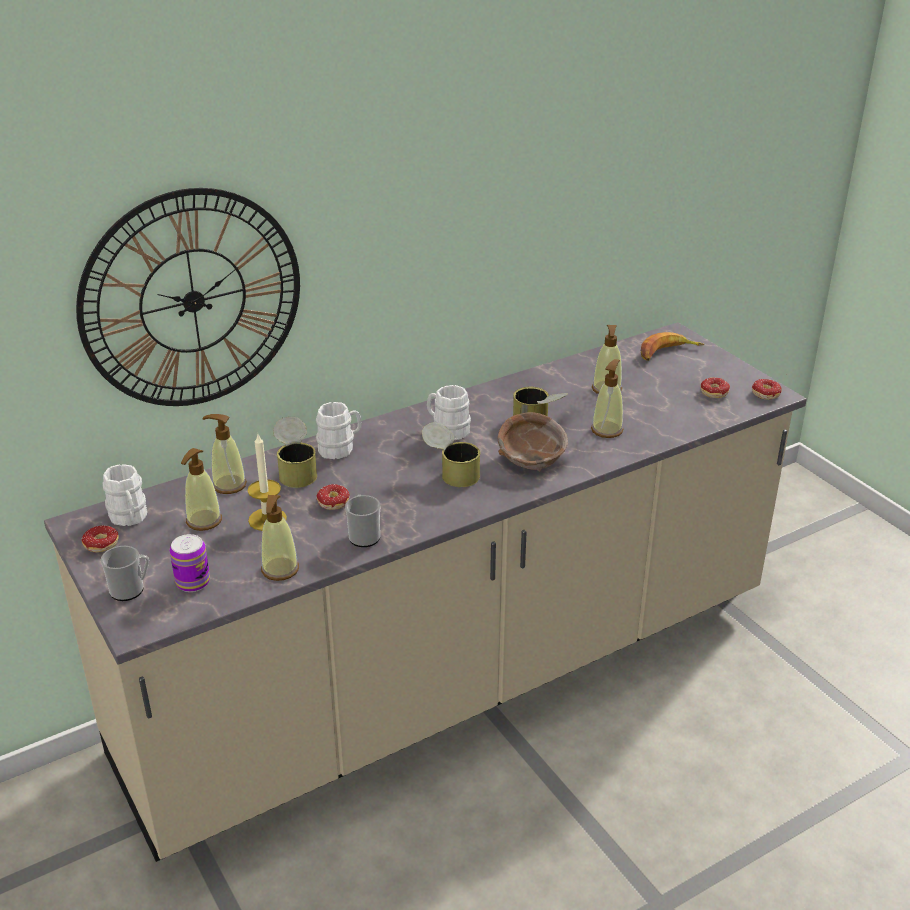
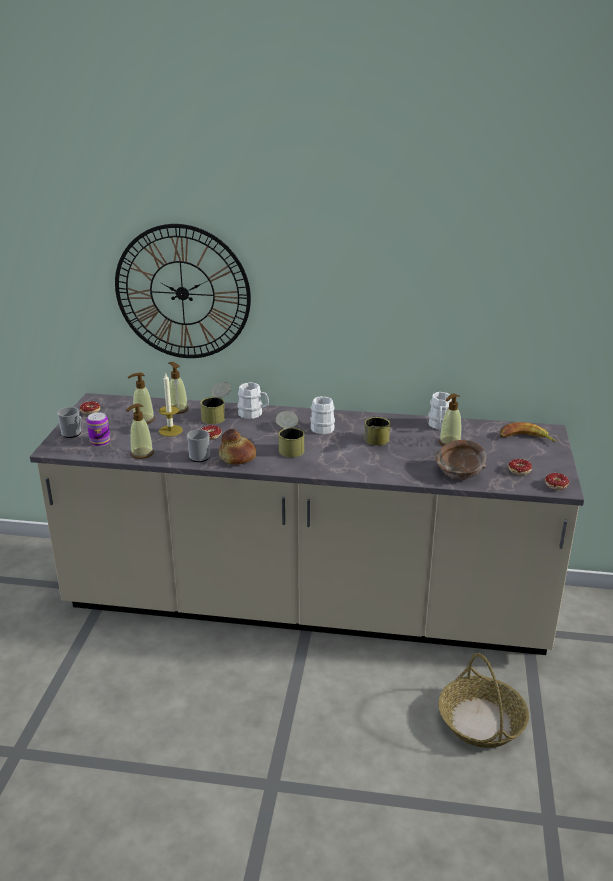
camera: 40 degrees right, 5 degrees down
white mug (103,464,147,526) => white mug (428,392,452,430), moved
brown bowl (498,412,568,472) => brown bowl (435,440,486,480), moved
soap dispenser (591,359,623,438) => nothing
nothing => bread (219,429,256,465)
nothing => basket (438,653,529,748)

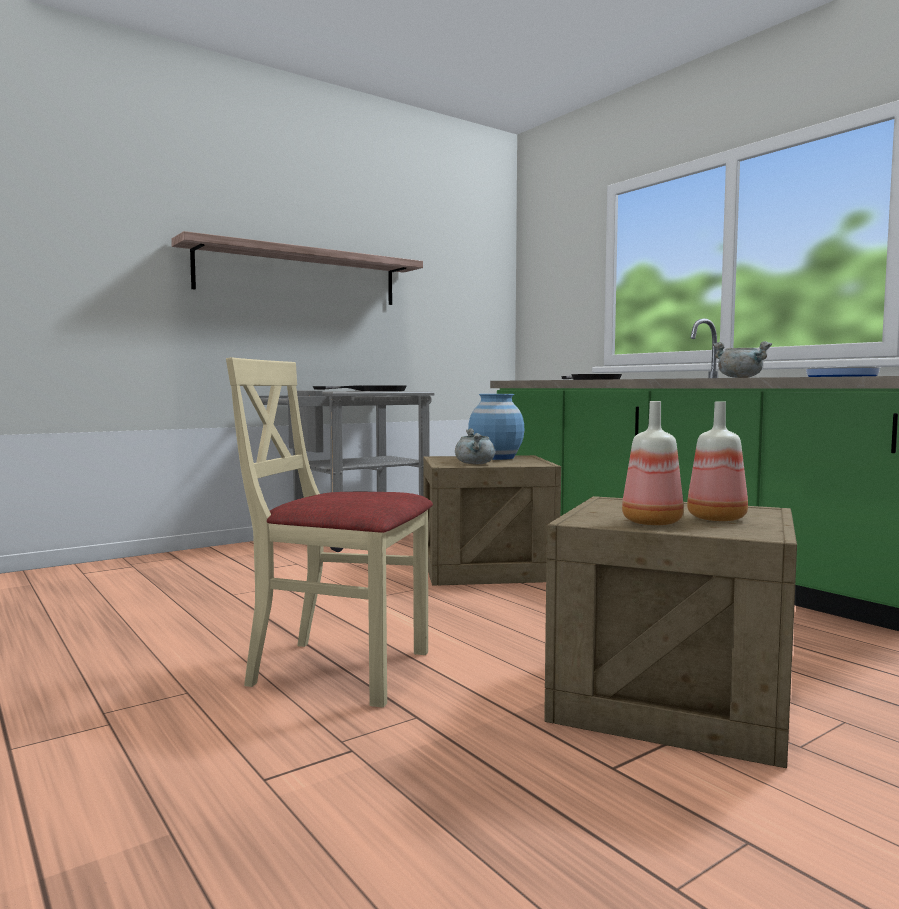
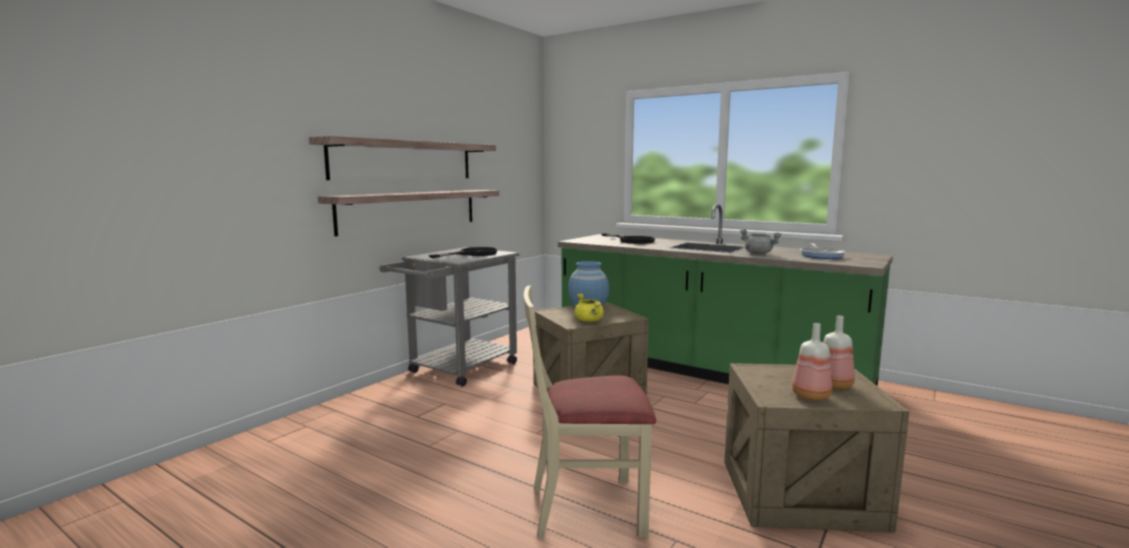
camera: 20 degrees left, 5 degrees up
grey cooking pot (455,428,495,464) => yellow cooking pot (575,293,604,322)
nothing => shelf (318,190,499,236)

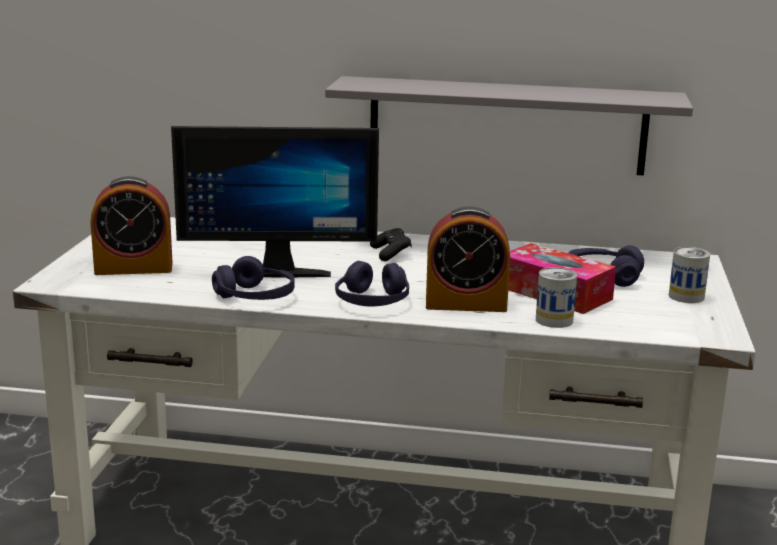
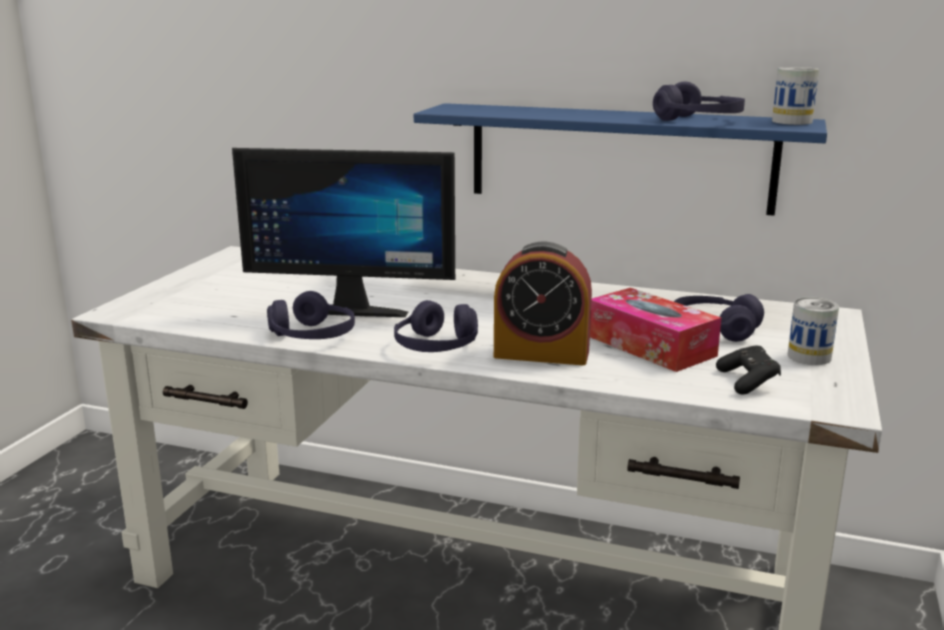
camera: 10 degrees right, 0 degrees up
alarm clock (90,176,173,275) => nothing
grey shelf (325,76,693,175) => blue shelf (414,103,827,216)
black game controller (370,228,412,261) => black game controller (716,346,781,395), moved
can (536,267,577,328) => can (772,67,819,125), moved
nothing => purple headphones (653,82,745,121)

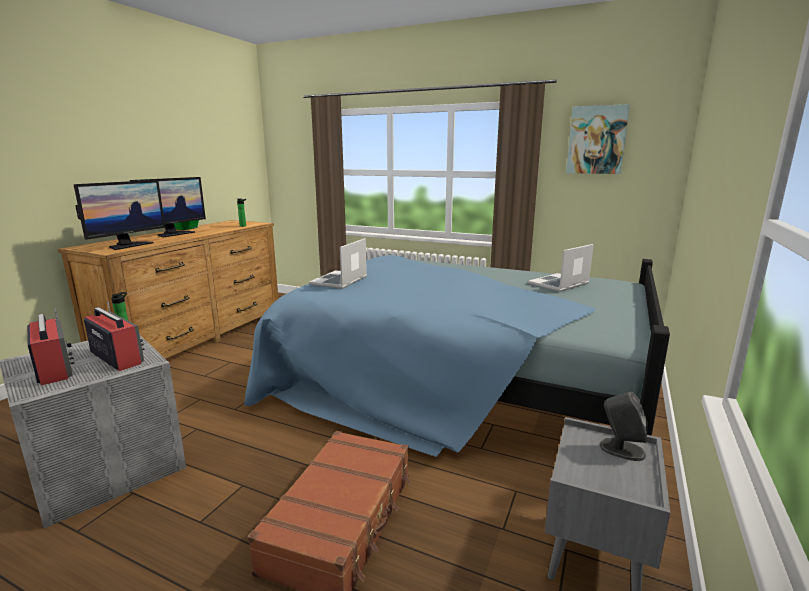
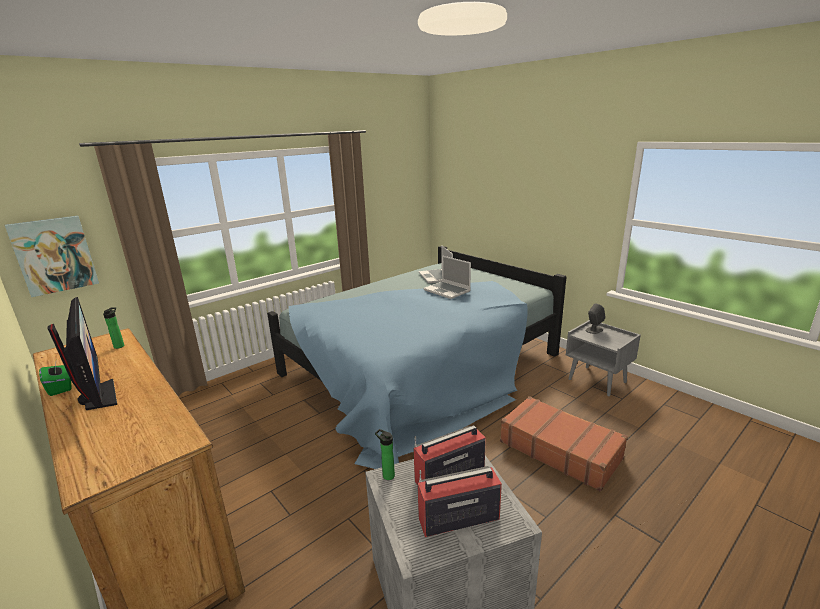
camera: 65 degrees left, 5 degrees up
monitor (74,180,165,250) => nothing
laptop (309,238,367,289) => laptop (423,255,471,299), moved
picture (566,104,630,174) => picture (5,216,99,297), moved

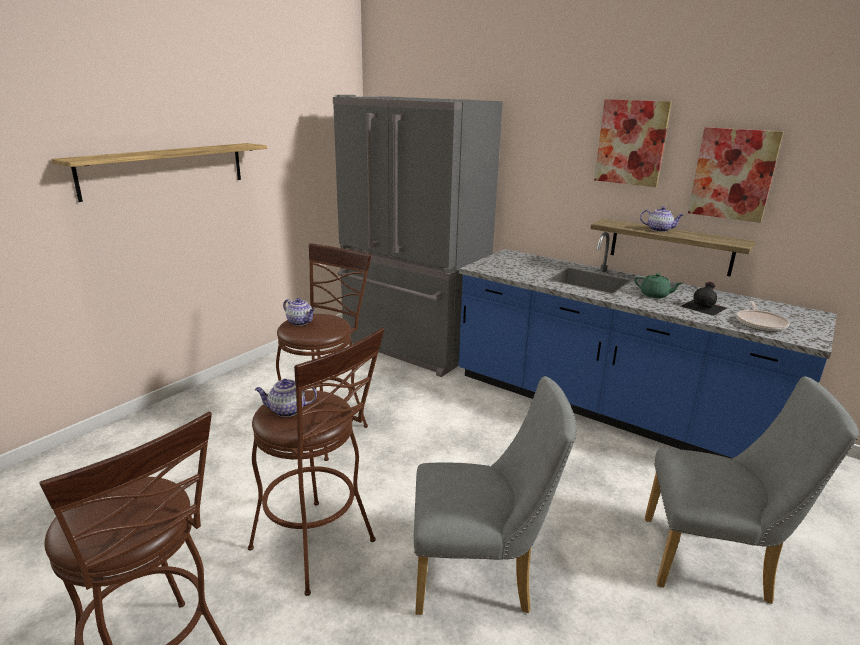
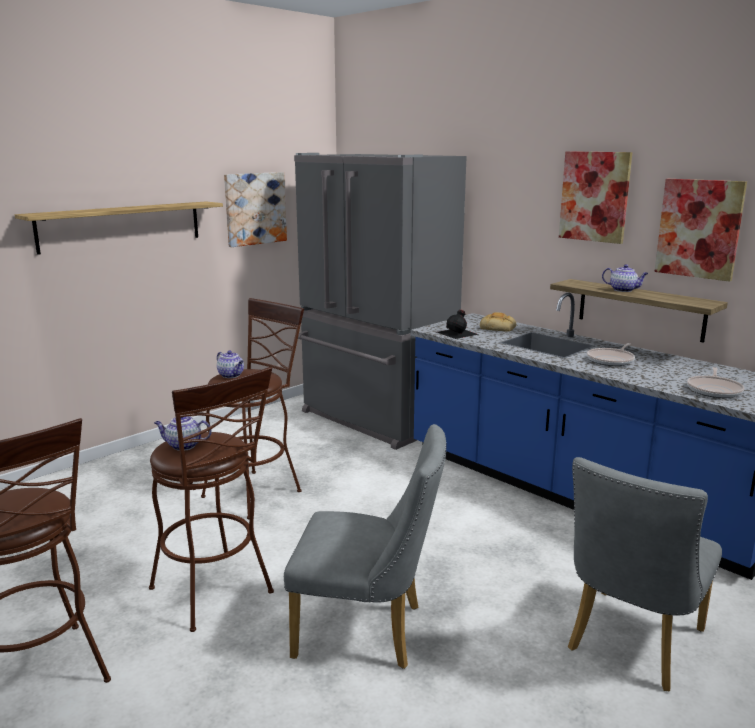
camera: 10 degrees right, 5 degrees down
green teapot (634,273,683,298) => frying pan (587,343,635,366)
grey chair (645,376,859,604) => grey chair (568,457,722,691), 105 degrees clockwise
black bottle (681,282,727,316) => black bottle (437,310,479,339), moved
nothing => picture (224,172,287,247)
nothing => bread (480,312,516,332)

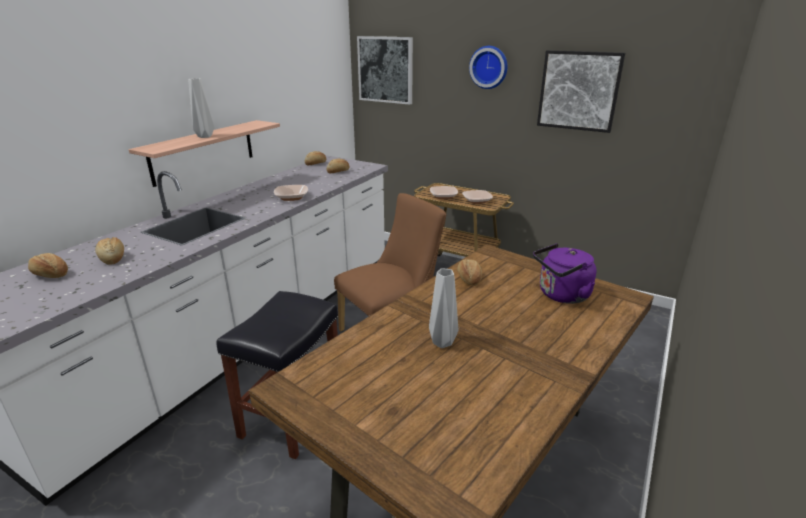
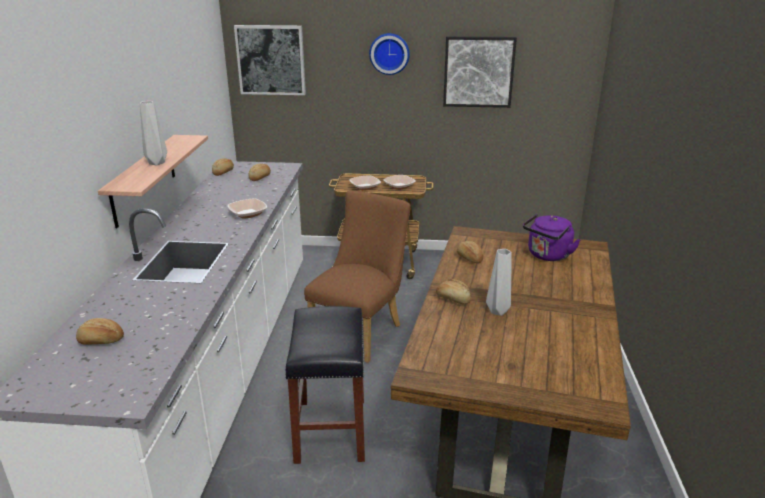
camera: 25 degrees left, 0 degrees up
bread (95,237,124,265) => bread (436,279,471,305), moved

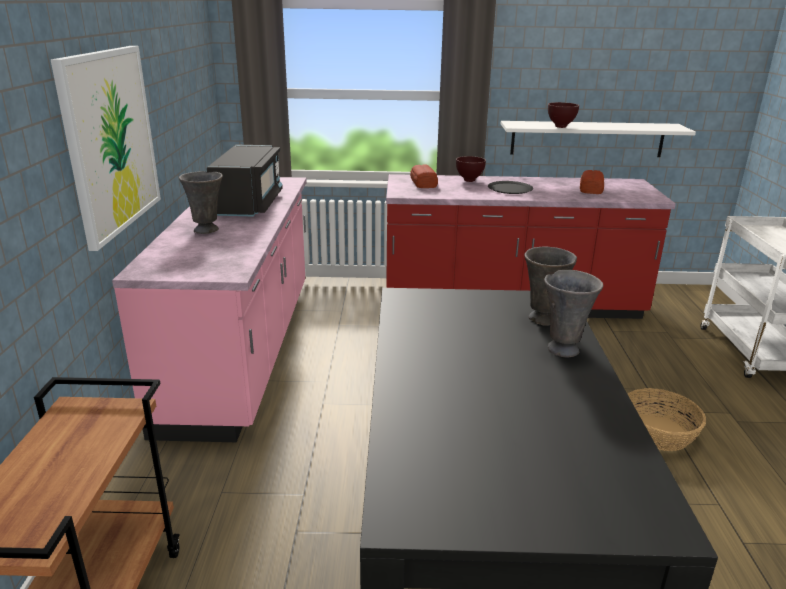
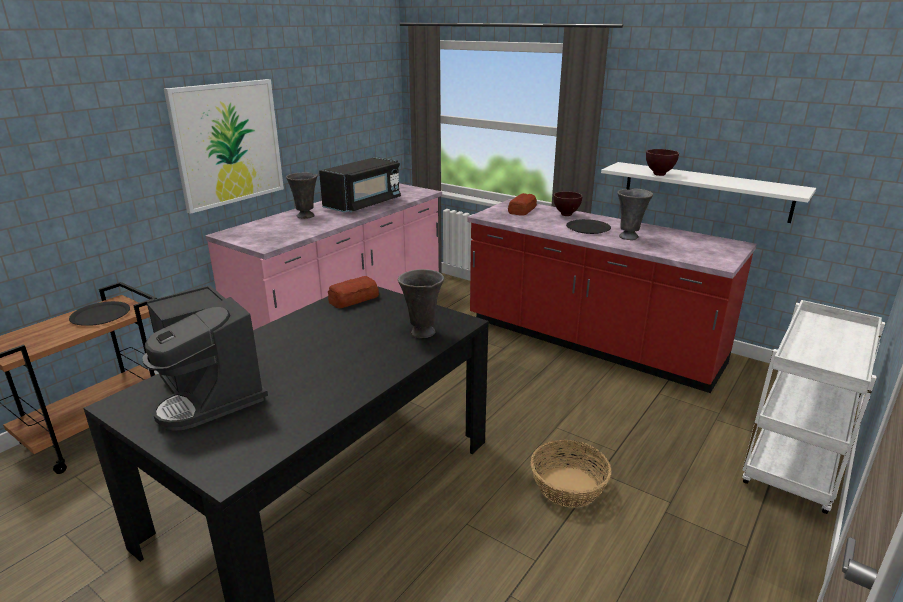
camera: 35 degrees right, 0 degrees up
grey vase (544,270,603,358) => grey vase (617,189,653,240), moved
bread (580,170,604,194) => bread (328,276,379,308), moved
nothing => black plate (69,301,130,326)
nothing => coffee machine (142,285,268,431)

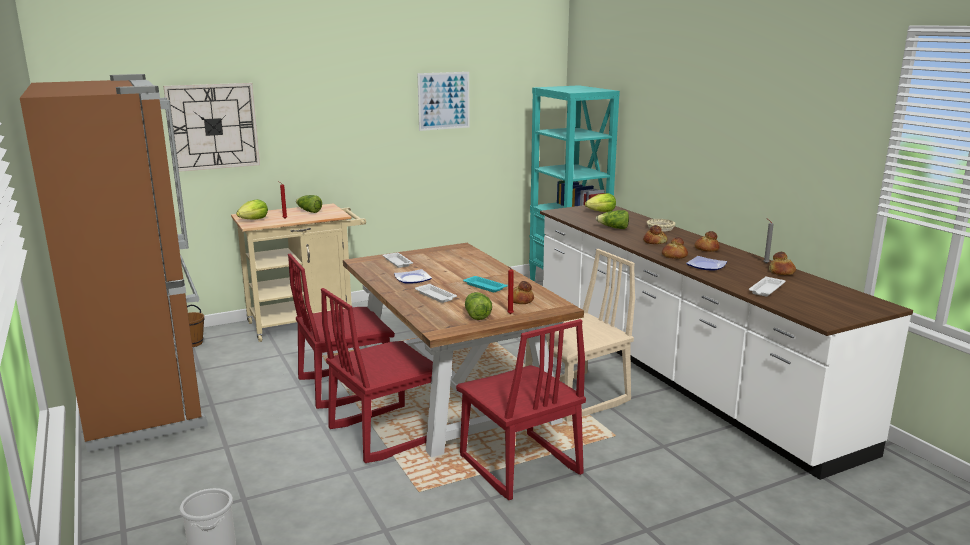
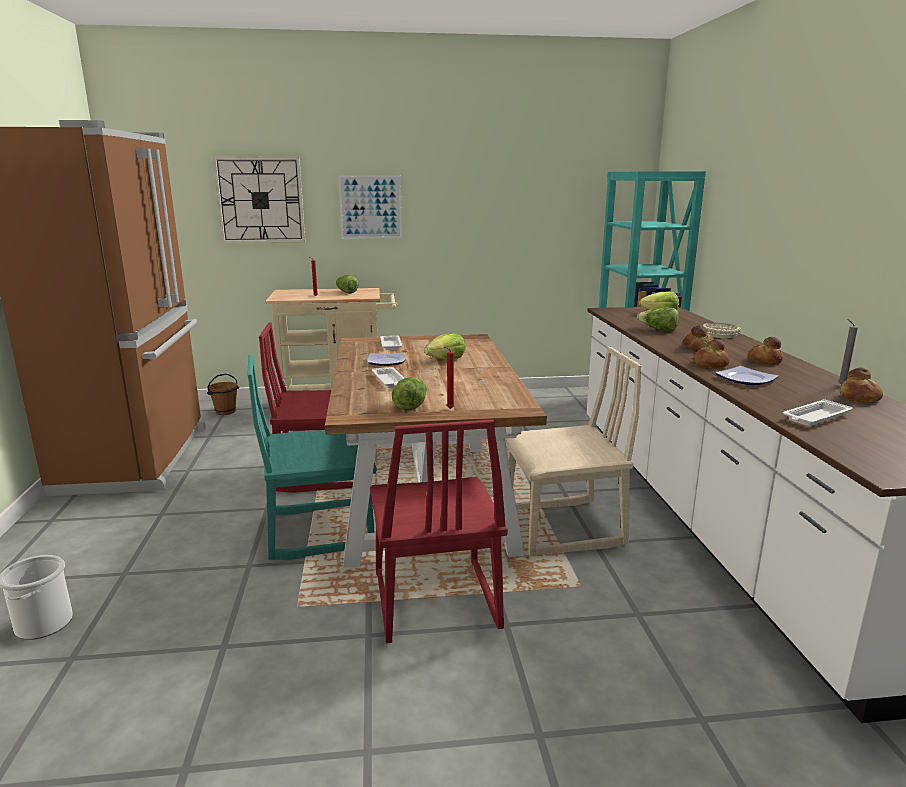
camera: 20 degrees right, 0 degrees up
lettuce (236,199,268,219) => lettuce (424,333,466,359), moved
red chair (321,288,433,463) => turquoise chair (247,354,377,560)
picture (417,72,470,131) => picture (338,175,402,239), moved
turquoise tray (463,276,507,292) => nothing
bread (513,281,534,304) => nothing

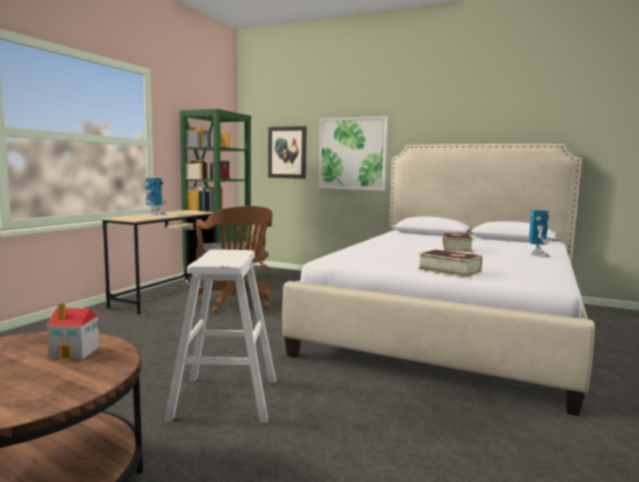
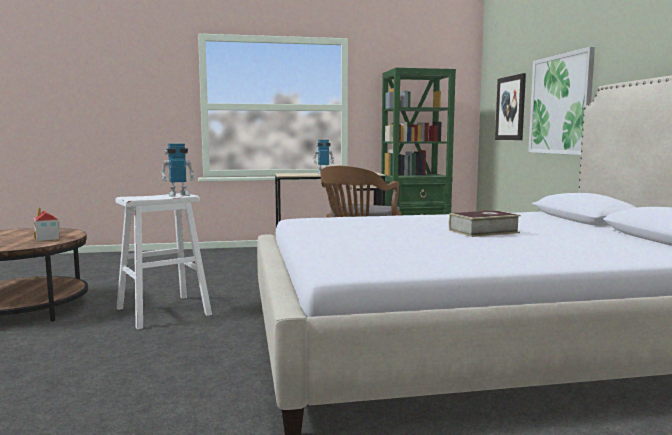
camera: 55 degrees right, 0 degrees up
book (418,249,482,277) => nothing
toy robot (529,210,551,257) => toy robot (161,143,195,197), moved

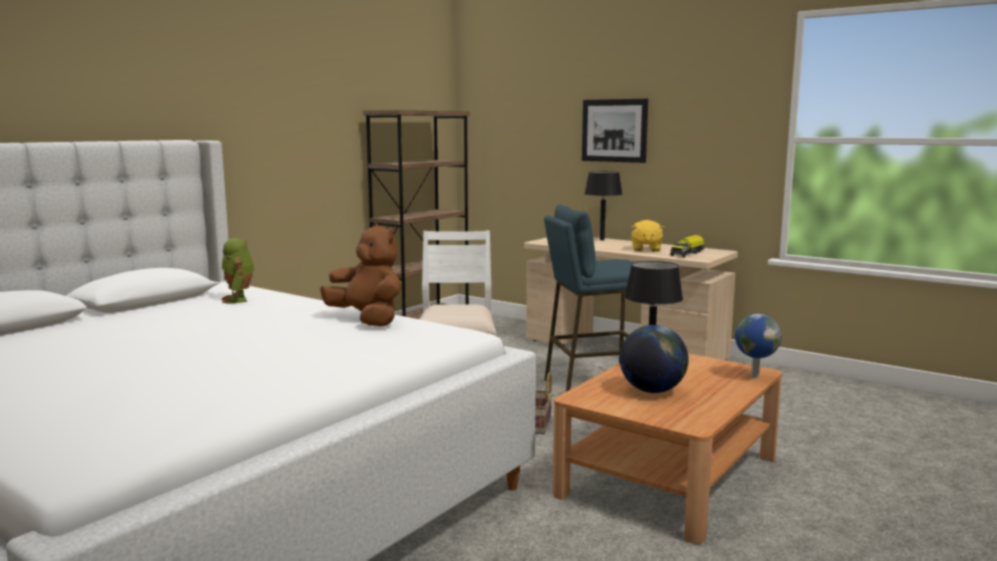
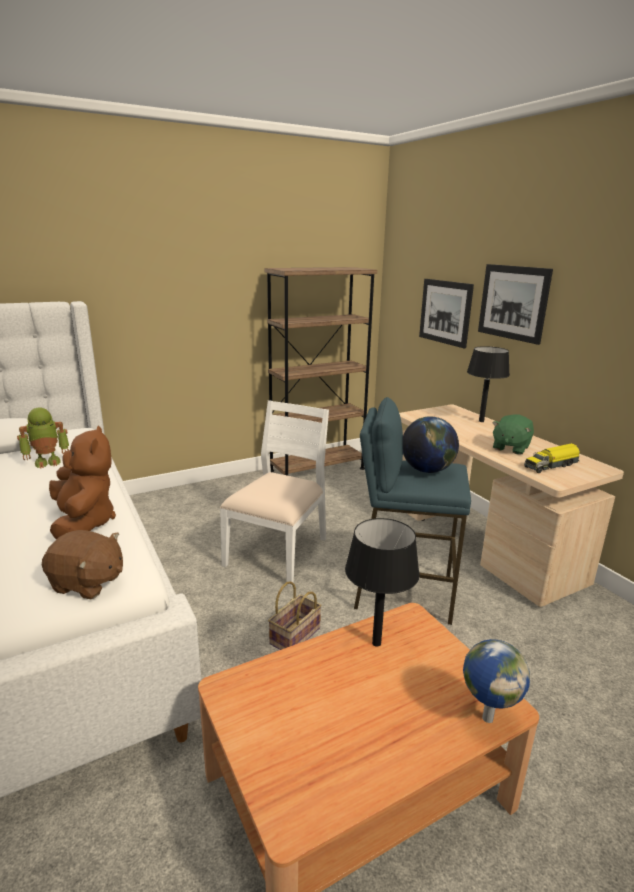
camera: 25 degrees right, 10 degrees up
toy robot (221,238,254,303) => toy robot (17,408,69,469), 120 degrees counterclockwise
globe (619,325,689,393) => globe (403,416,459,473), moved
yellow plush toy (631,220,665,251) => green plush toy (492,415,534,455)
nothing => brown plush toy (42,530,123,599)
nothing => picture (419,279,474,348)

